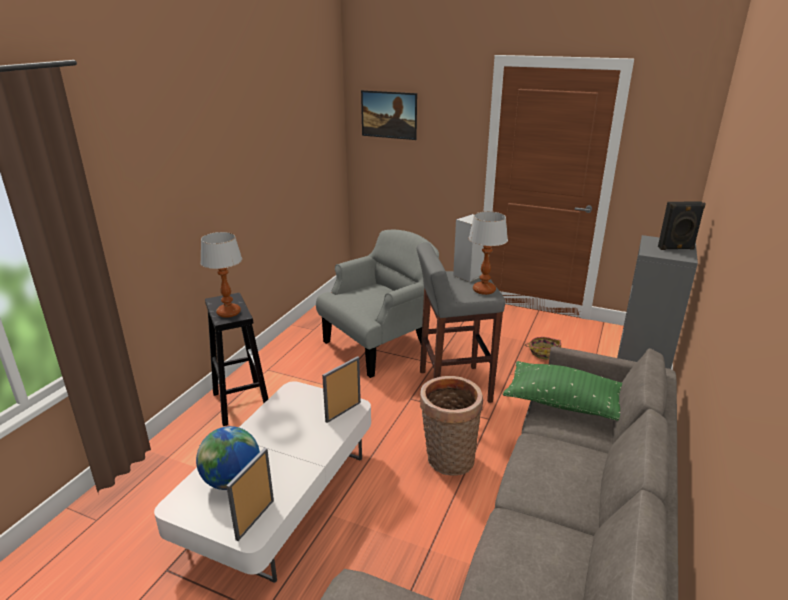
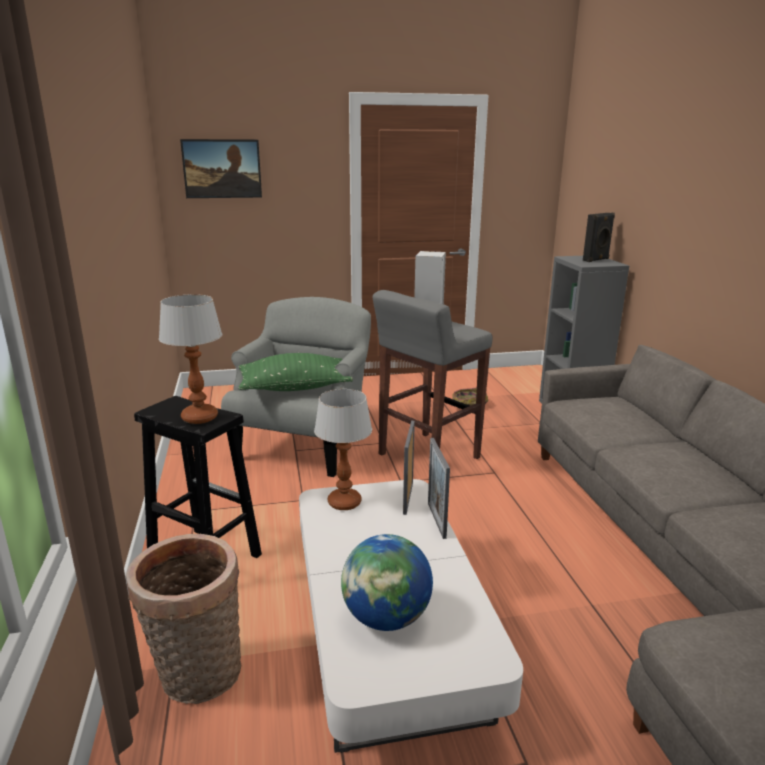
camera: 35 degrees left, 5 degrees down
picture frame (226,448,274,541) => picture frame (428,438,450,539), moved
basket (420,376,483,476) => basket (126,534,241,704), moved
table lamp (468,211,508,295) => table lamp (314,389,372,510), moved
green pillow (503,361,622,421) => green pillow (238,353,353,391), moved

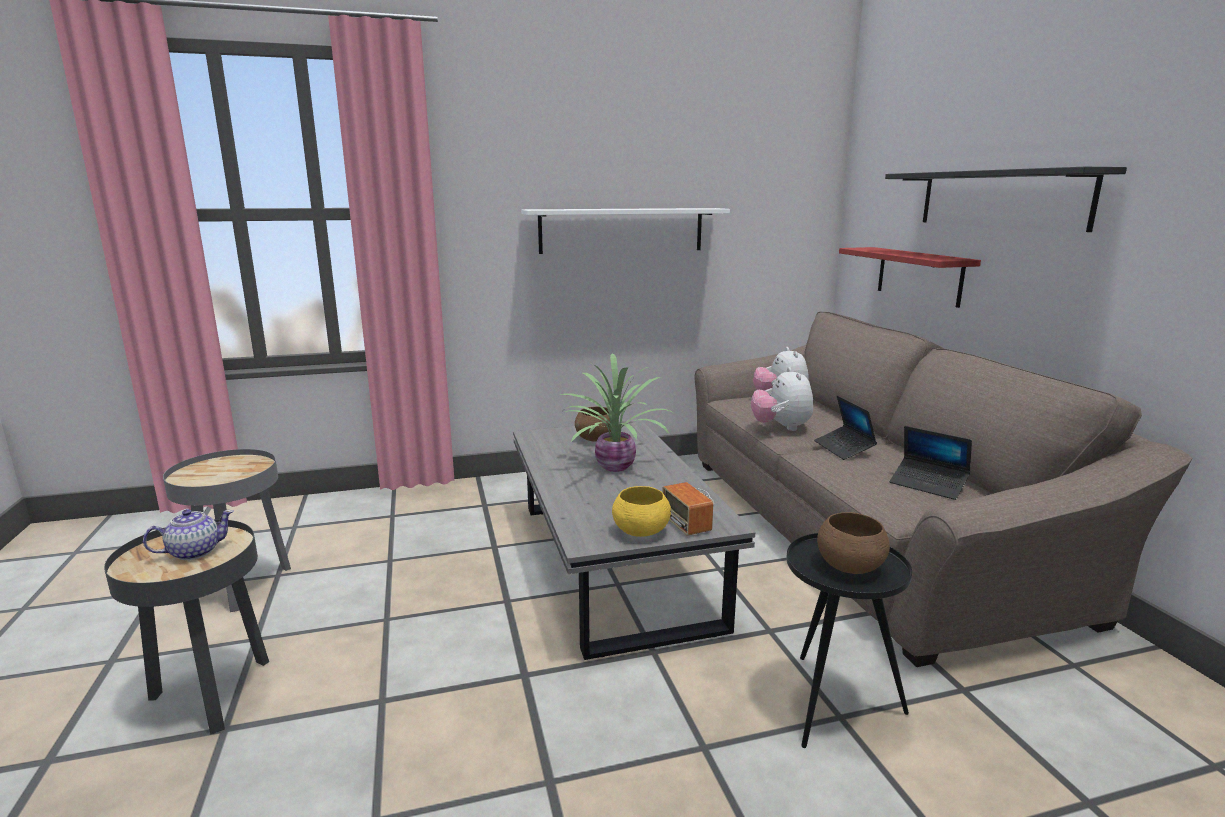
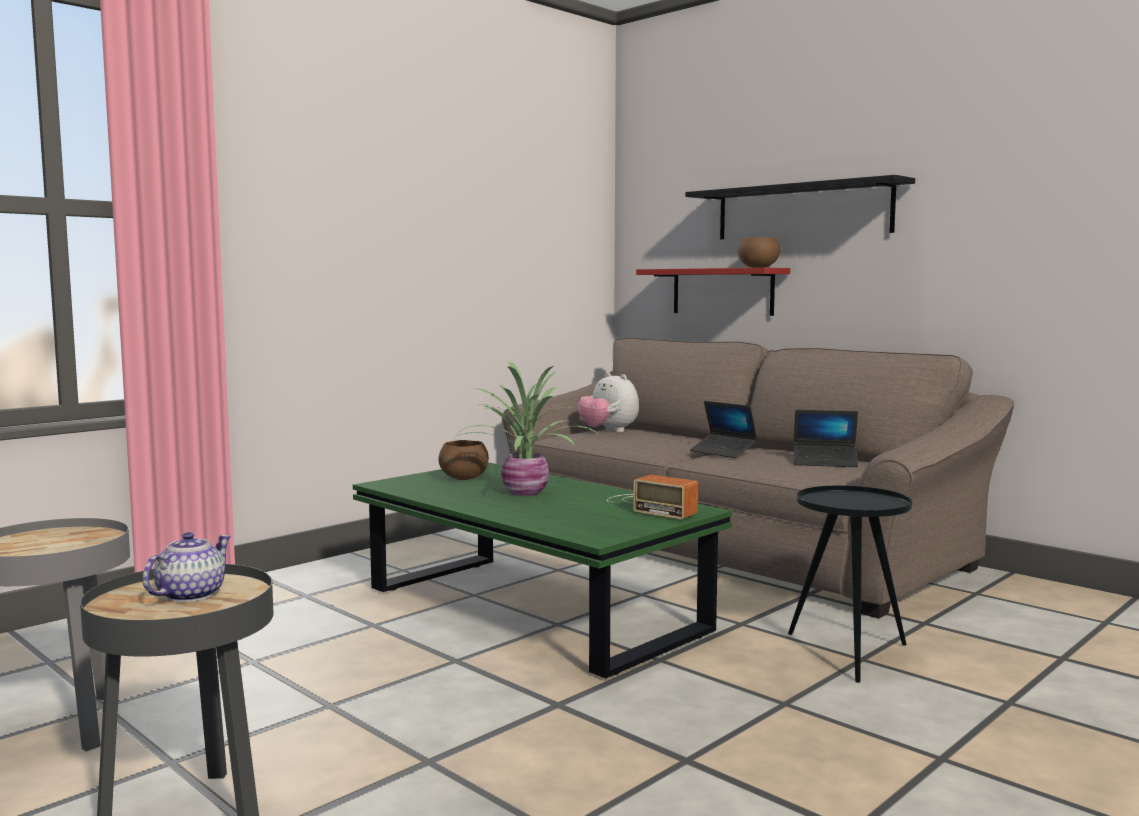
camera: 30 degrees left, 10 degrees down
grey coffee table (513,420,755,660) => green coffee table (353,462,732,678)
white shelf (521,208,730,254) => nothing
yellow bowl (612,486,671,537) => nothing
plush toy (751,367,813,431) => nothing
brown bowl (817,512,890,574) => brown bowl (738,237,780,268), moved

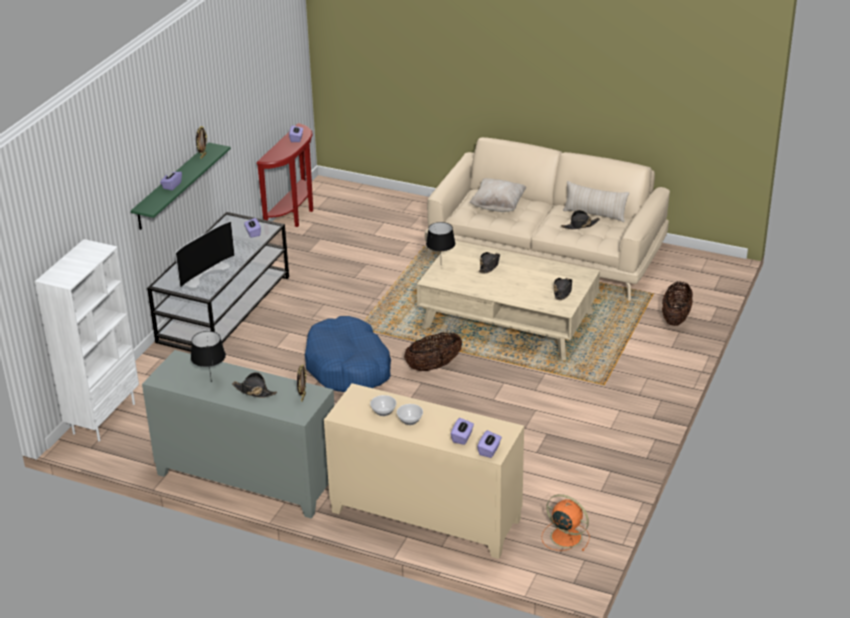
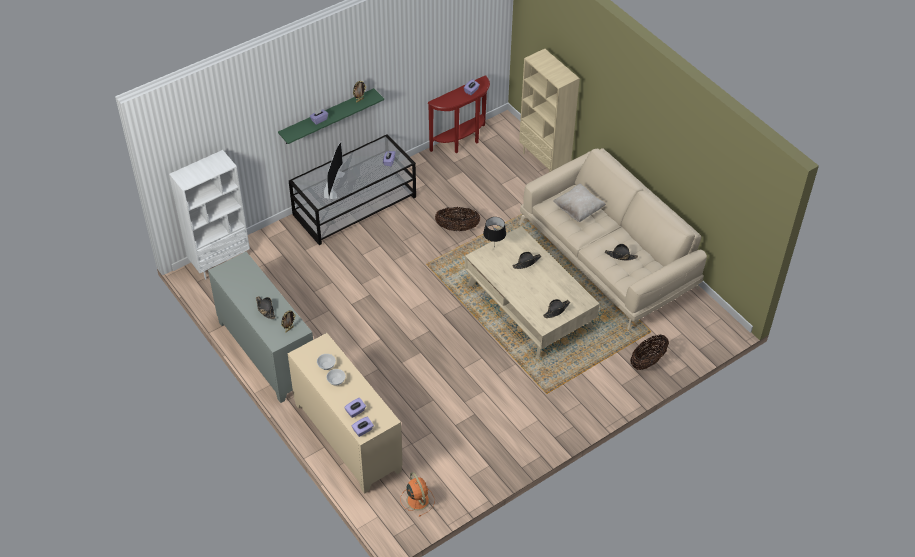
camera: 30 degrees right, 15 degrees up
television (175,221,235,288) => television (324,142,345,199), 60 degrees counterclockwise
black table lamp (191,331,226,382) => nothing
blue dog bed (305,316,391,392) => nothing
basket (404,333,462,371) => basket (435,207,480,231), moved
beige pillow (563,181,629,222) => nothing
nothing => beige bookcase (519,49,580,172)

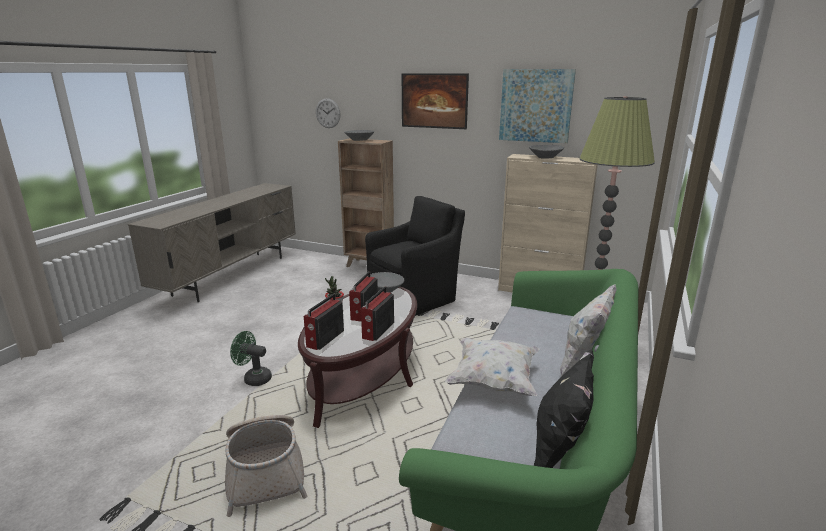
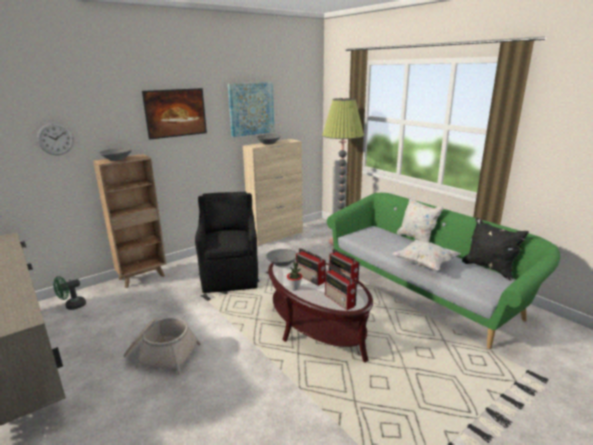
camera: 60 degrees left, 0 degrees up
basket (225,415,308,517) => basket (123,318,201,375), moved
green fan (230,331,272,386) => green fan (53,276,86,310), moved

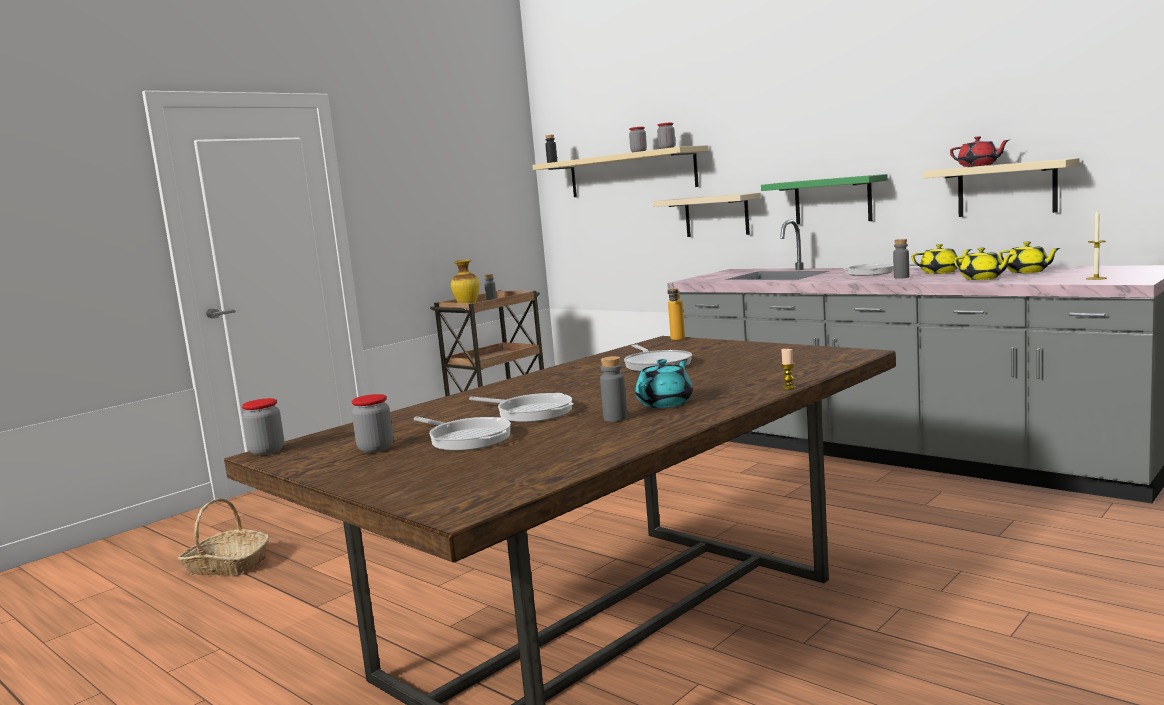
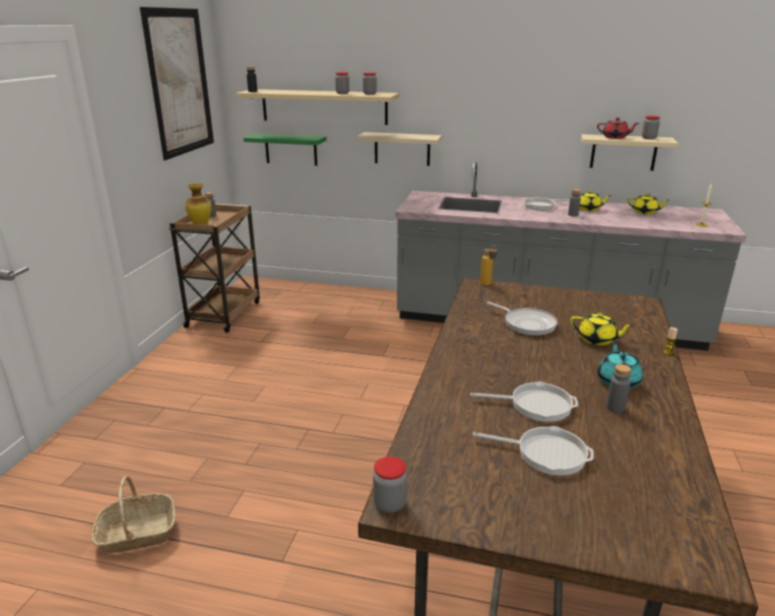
camera: 30 degrees left, 15 degrees up
jar (351,394,393,453) => jar (642,116,660,139), moved
green shelf (761,174,888,225) => green shelf (243,133,327,166), moved
yellow teapot (954,248,1014,280) => yellow teapot (570,312,634,346), moved
nothing => picture (140,7,214,160)

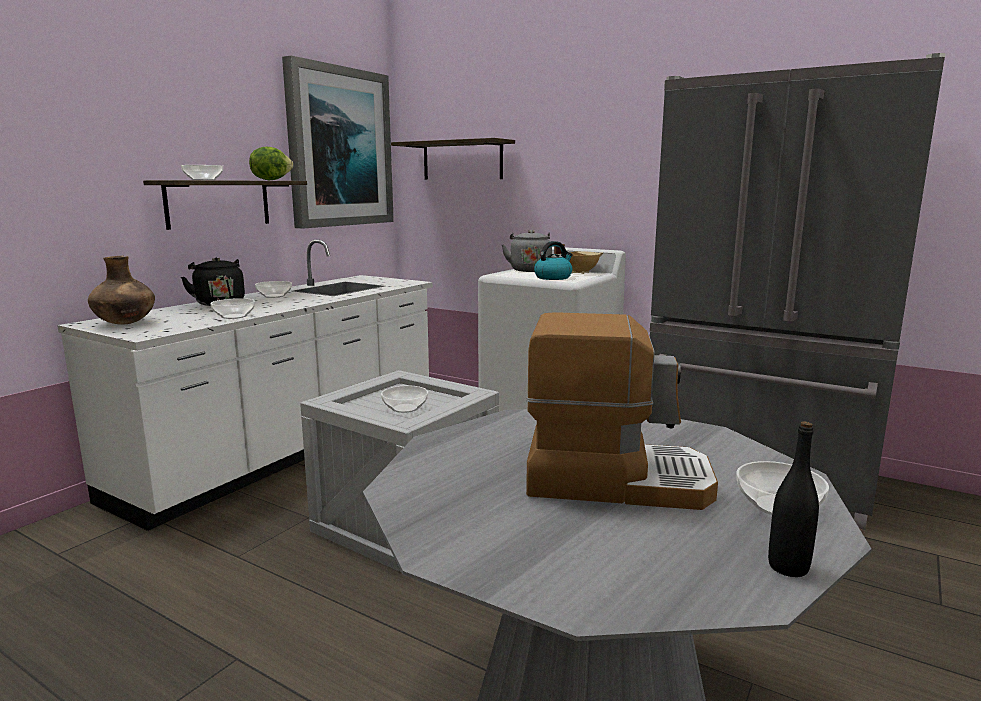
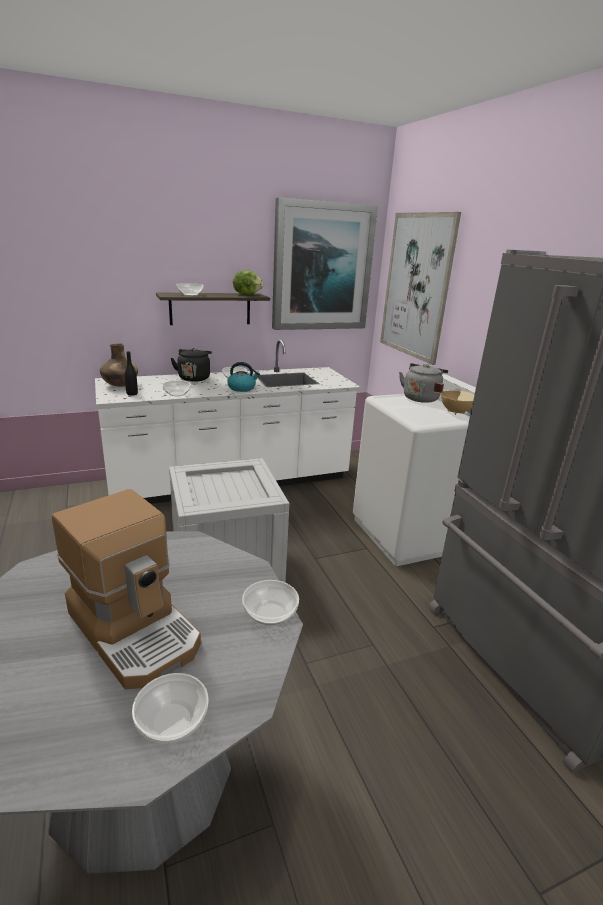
camera: 35 degrees right, 10 degrees up
bowl (381,386,428,413) => bowl (242,580,299,625), moved
shelf (391,138,515,180) => picture (380,212,461,365)
kettle (534,241,573,280) => kettle (227,362,260,392), moved
black bottle (768,421,819,577) => black bottle (125,351,138,396), moved

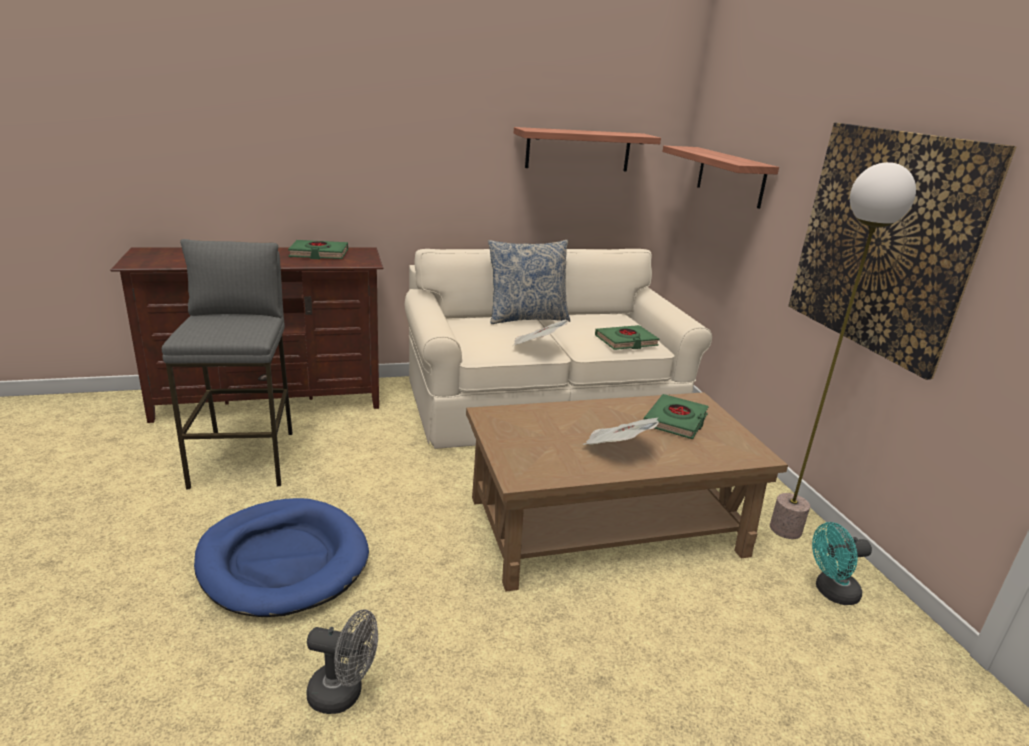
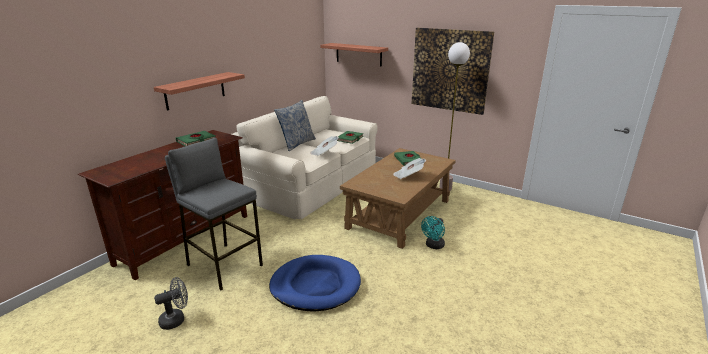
camera: 40 degrees left, 0 degrees up
grey fan (307,610,378,714) => grey fan (154,277,188,330), moved
shelf (513,127,661,171) => shelf (154,72,245,111), moved
turquoise fan (812,522,872,605) => turquoise fan (421,216,445,249), moved

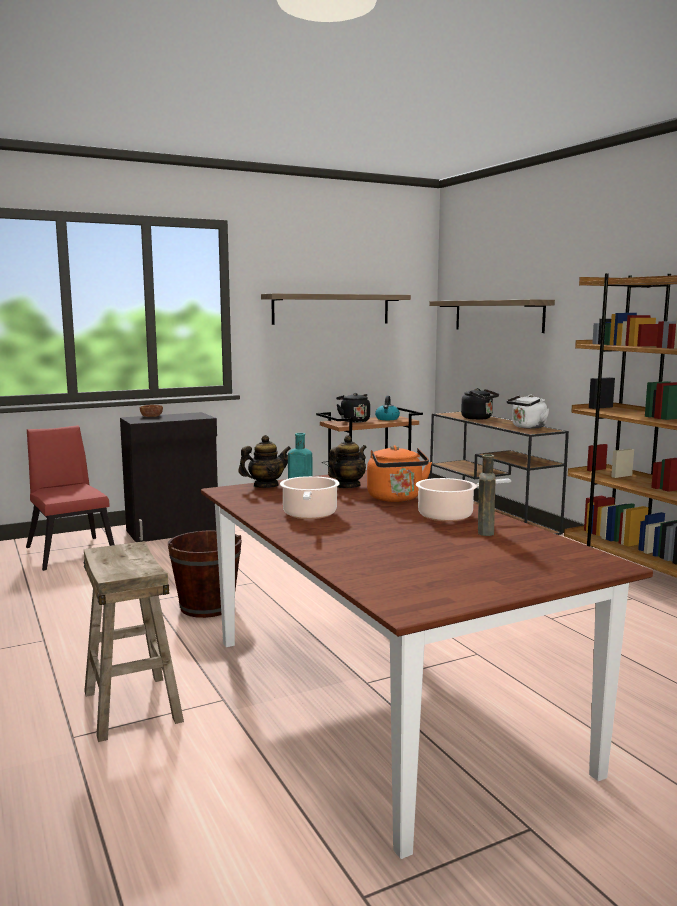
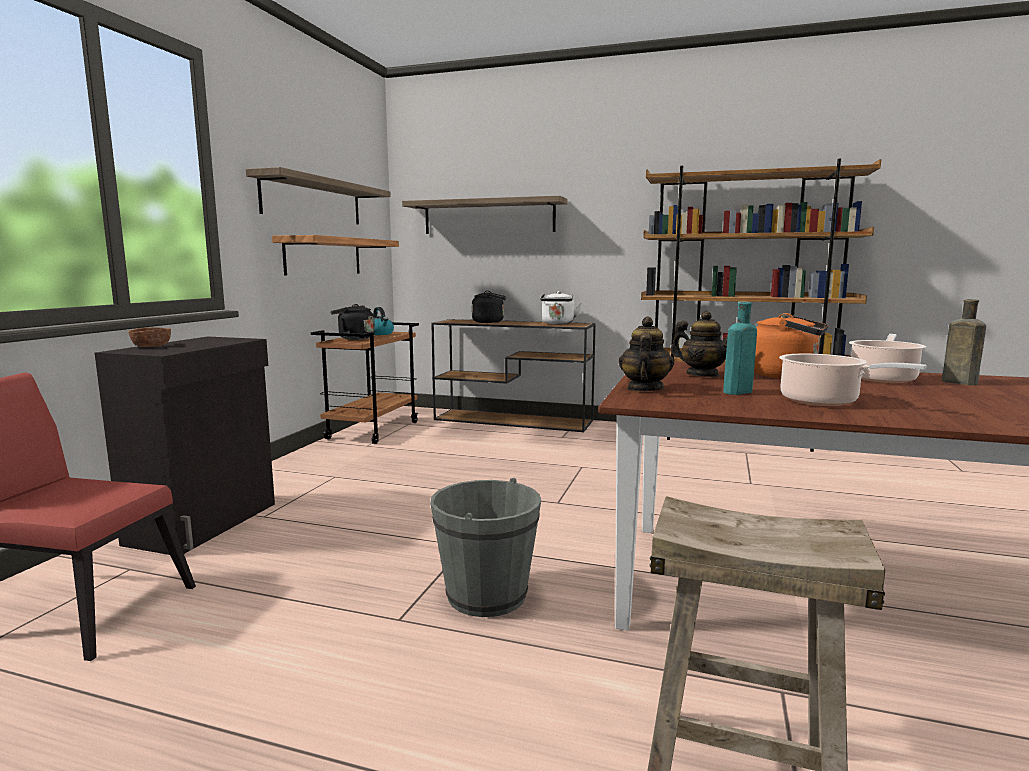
camera: 45 degrees left, 0 degrees up
brown bucket (168,530,242,618) => grey bucket (430,478,541,617)
teapot (328,435,367,488) => teapot (670,311,728,377), 135 degrees clockwise
nothing => shelf (272,235,399,276)

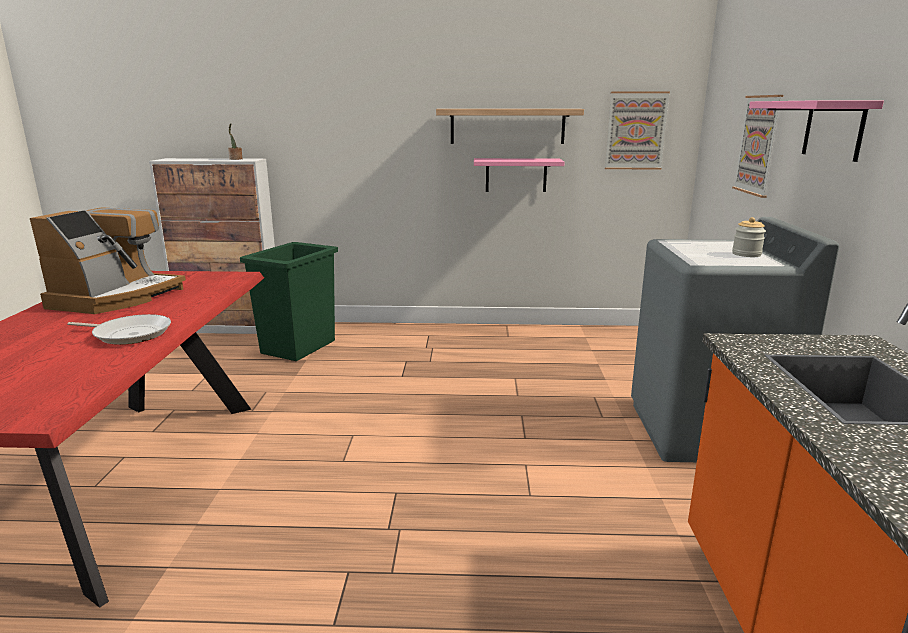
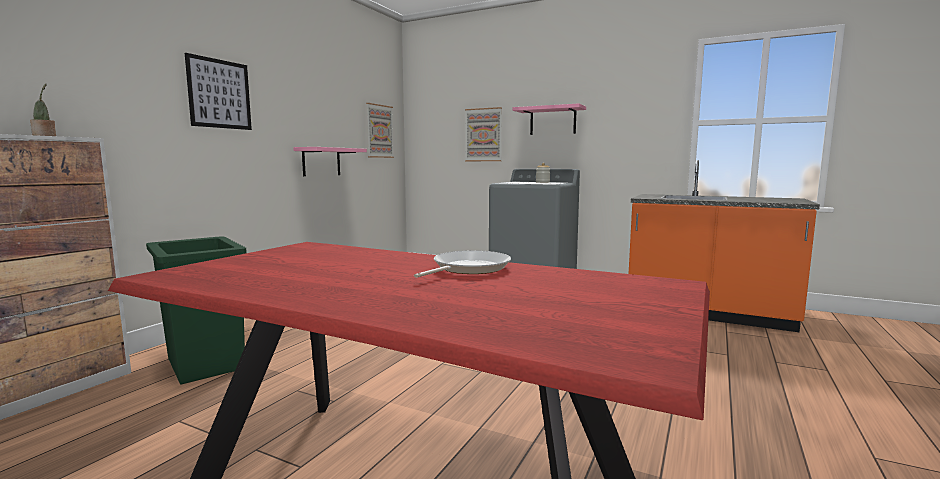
camera: 65 degrees left, 10 degrees down
coffee machine (30,207,186,314) => nothing
shelf (436,109,584,144) => nothing
nothing => picture (185,53,252,130)

